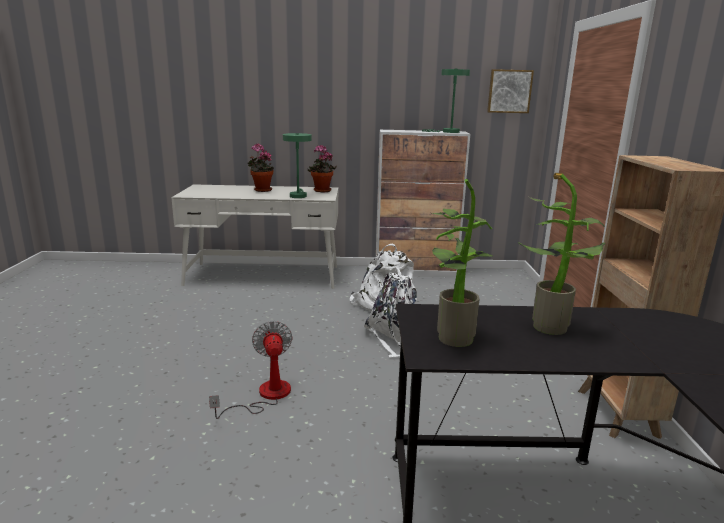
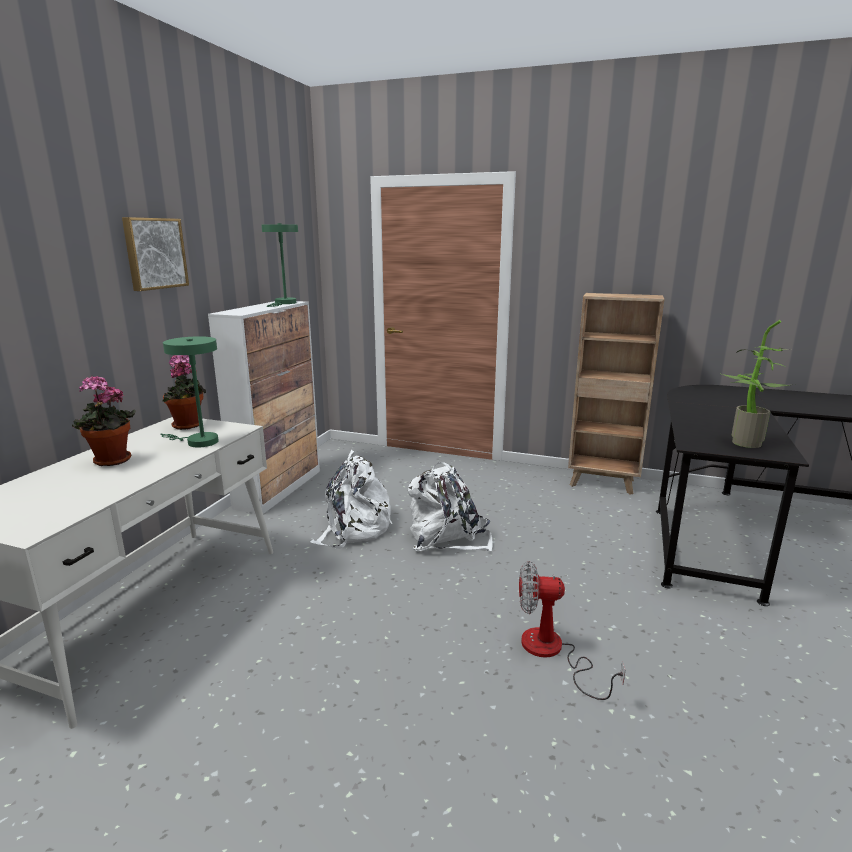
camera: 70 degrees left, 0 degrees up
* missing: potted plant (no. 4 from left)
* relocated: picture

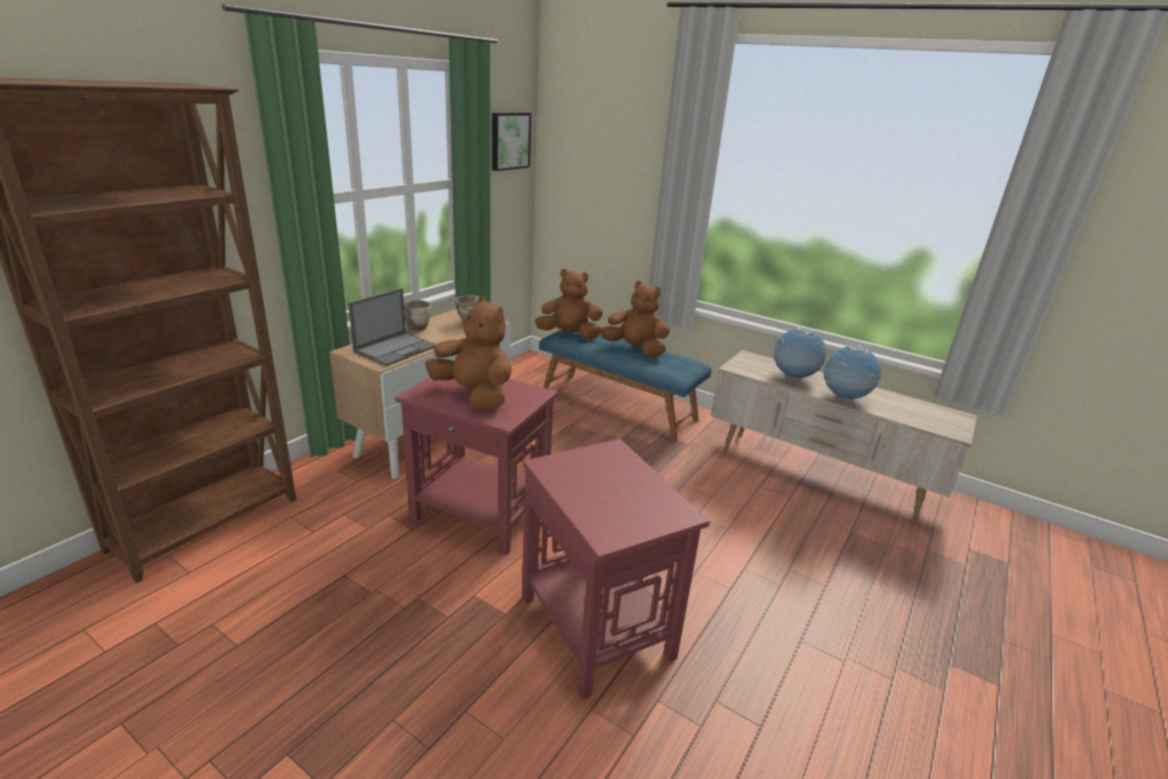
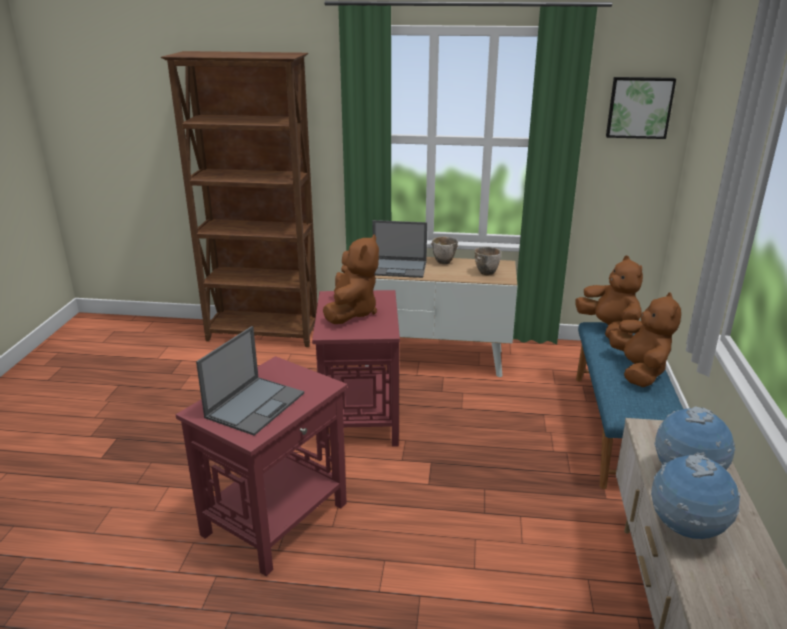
camera: 65 degrees right, 0 degrees up
* appeared: laptop (no. 1 from left)

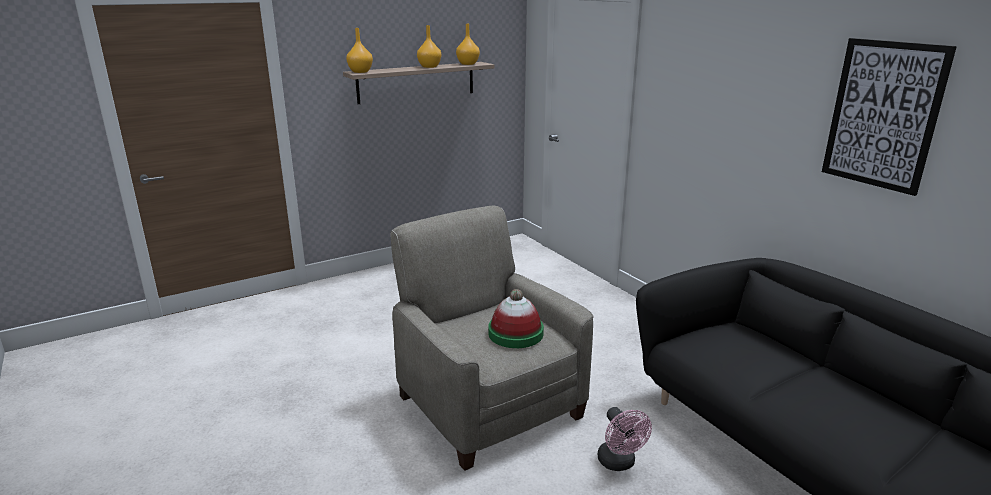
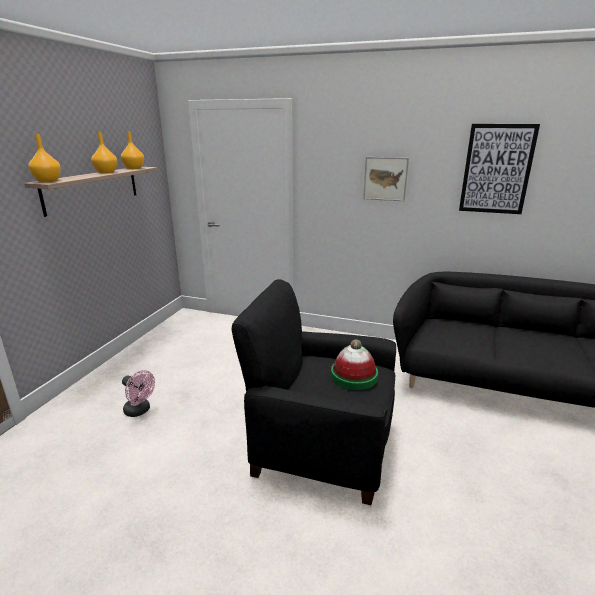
camera: 40 degrees left, 0 degrees up
* appeared: picture (no. 1 from left)
* relocated: pink fan
* colour: beige armchair to black armchair

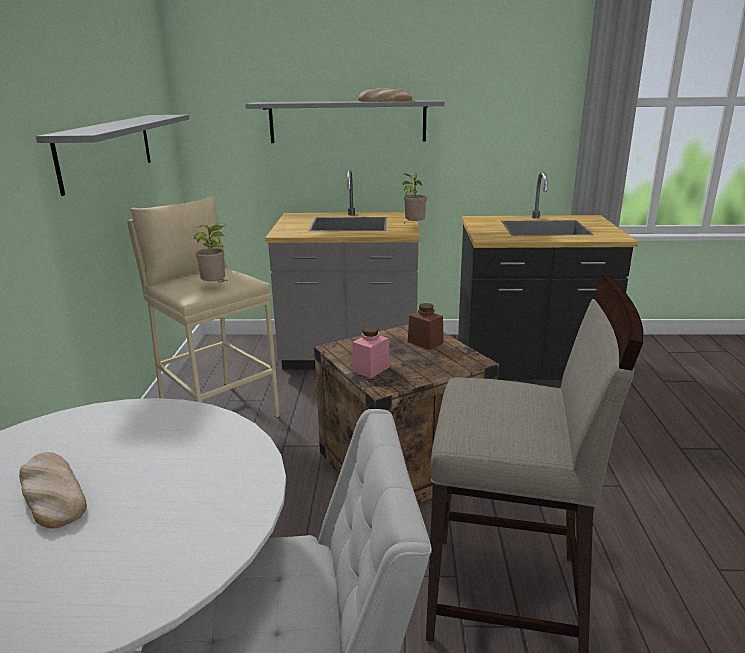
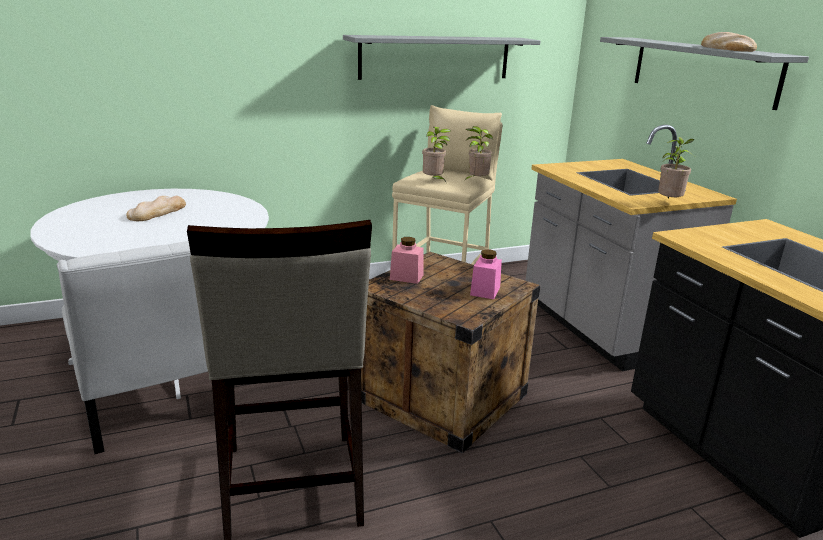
camera: 65 degrees right, 0 degrees up
* appeared: potted plant (no. 2 from left)
* colour: brown jar to pink jar (no. 2 from left)

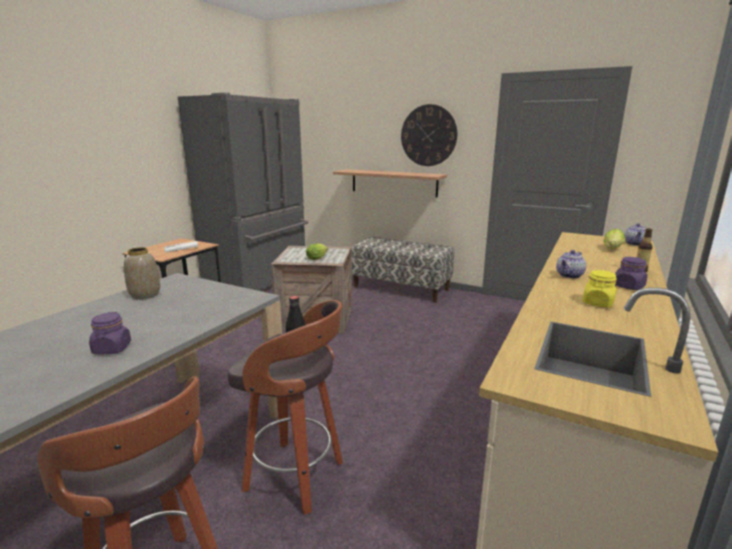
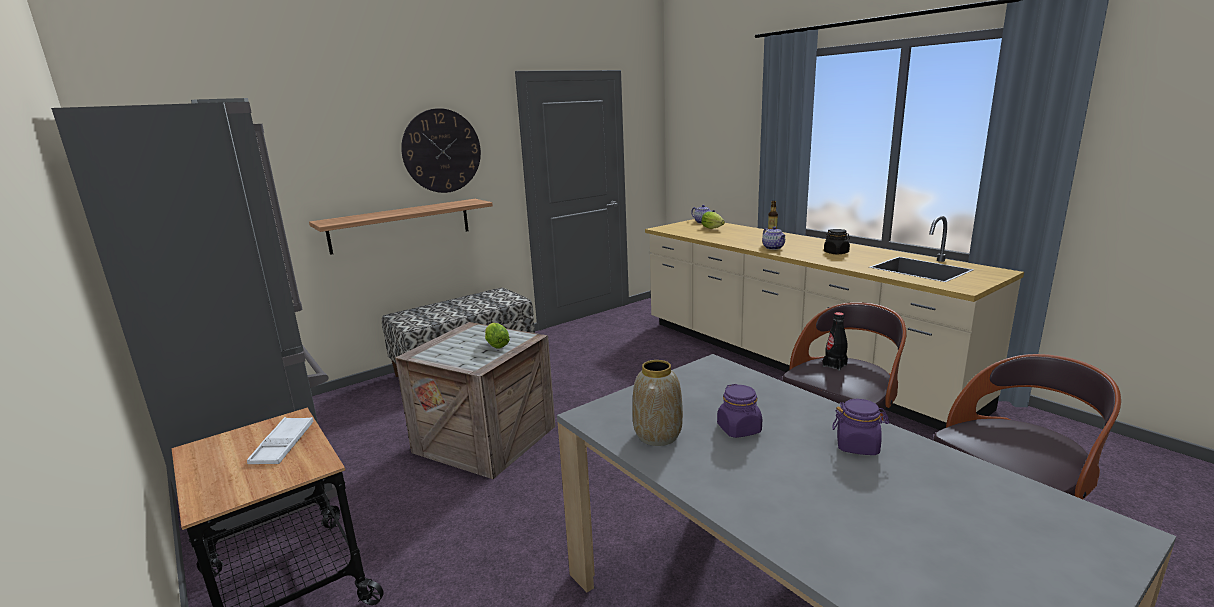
camera: 65 degrees left, 0 degrees up
* relocated: purple jar (no. 2 from left in the first image) to purple jar (no. 1 from left)
* colour: yellow jar to black jar

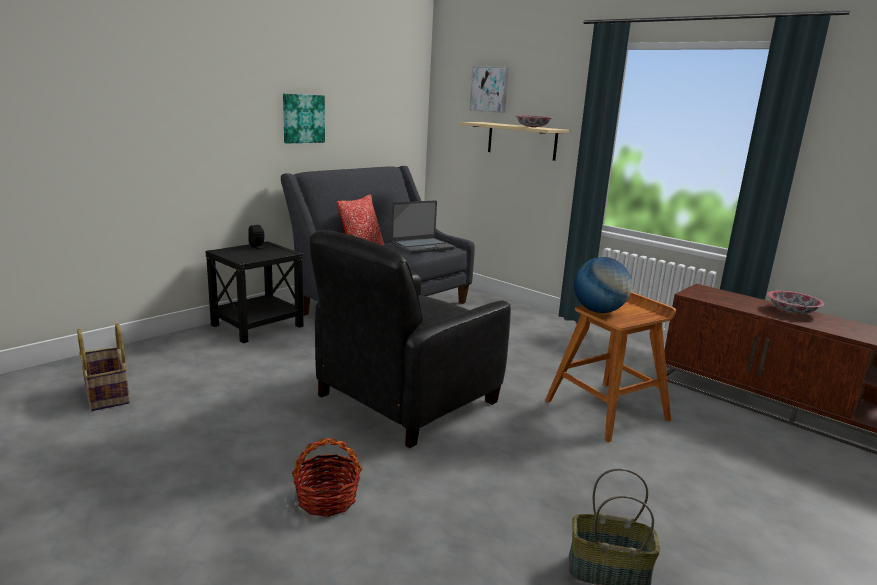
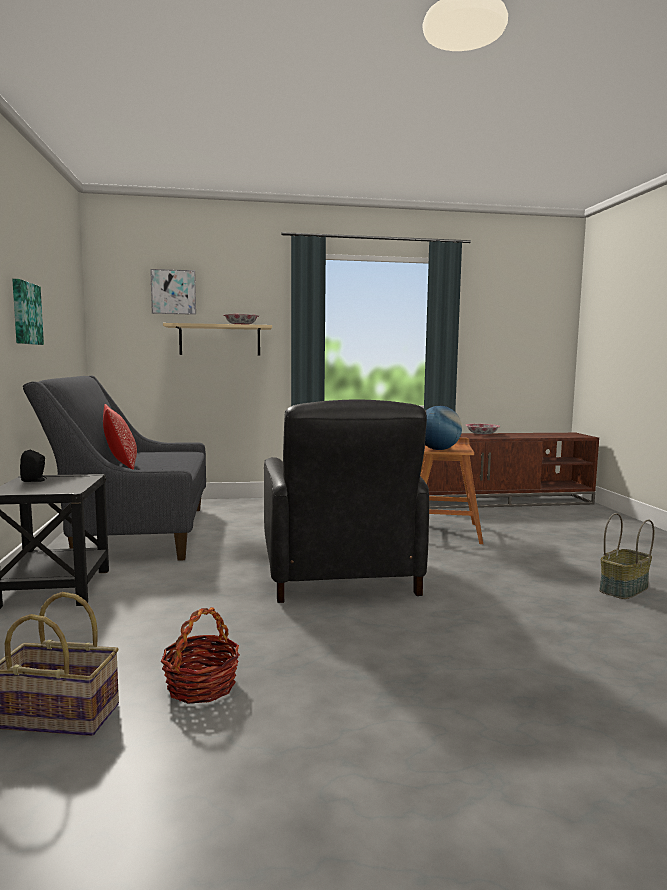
camera: 50 degrees left, 10 degrees down
* missing: laptop
* relocated: basket (no. 2 from left)

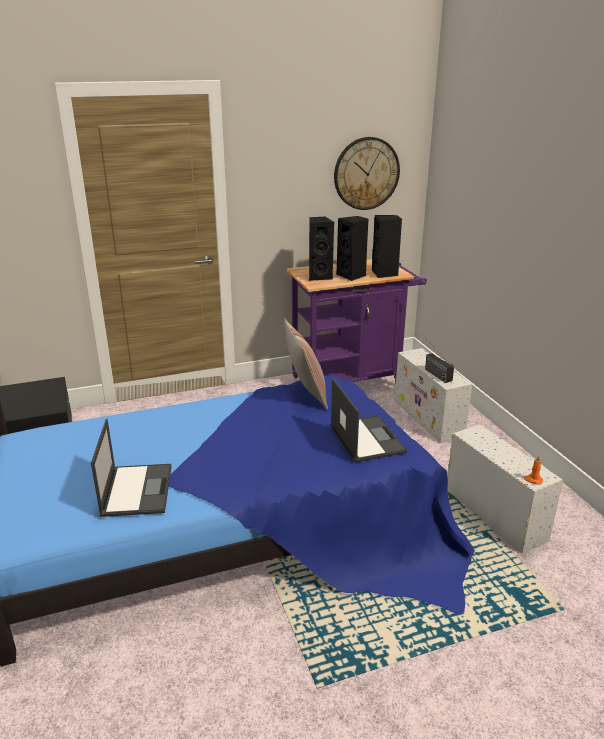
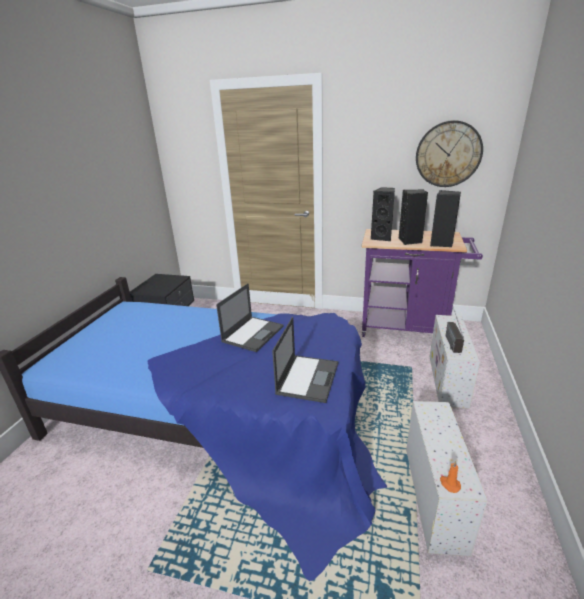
camera: 35 degrees right, 0 degrees up
* missing: pillow
* relocated: laptop (no. 1 from left)

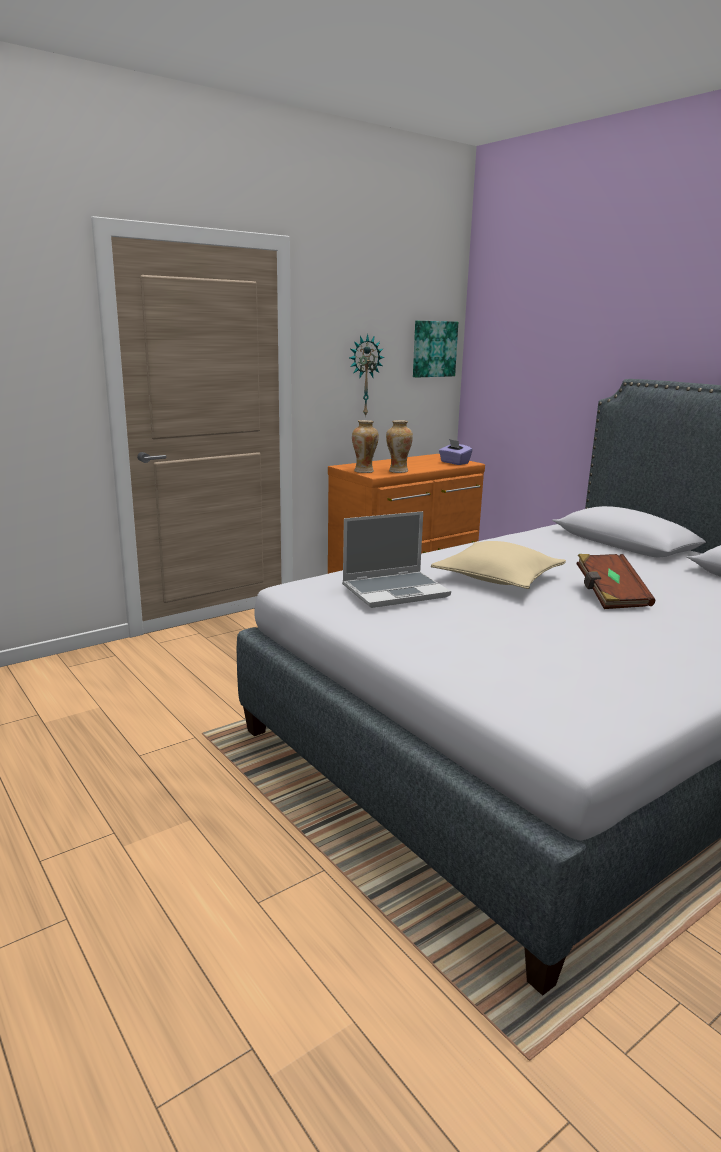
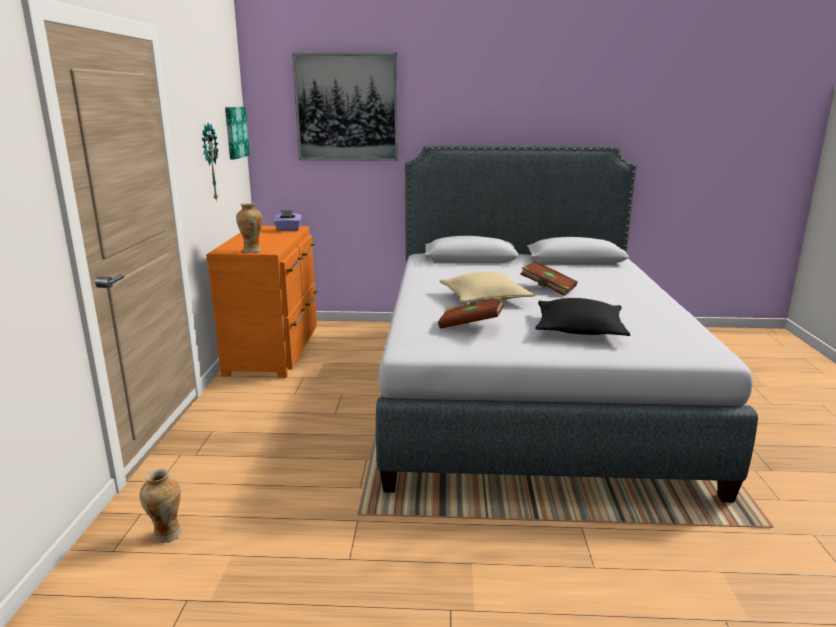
camera: 50 degrees left, 0 degrees up
* appeared: picture (no. 2 from left)
* appeared: black pillow
* relocated: vase (no. 2 from left in the first image) to vase (no. 1 from left)
* exchanged: laptop to brown book (no. 1 from left)

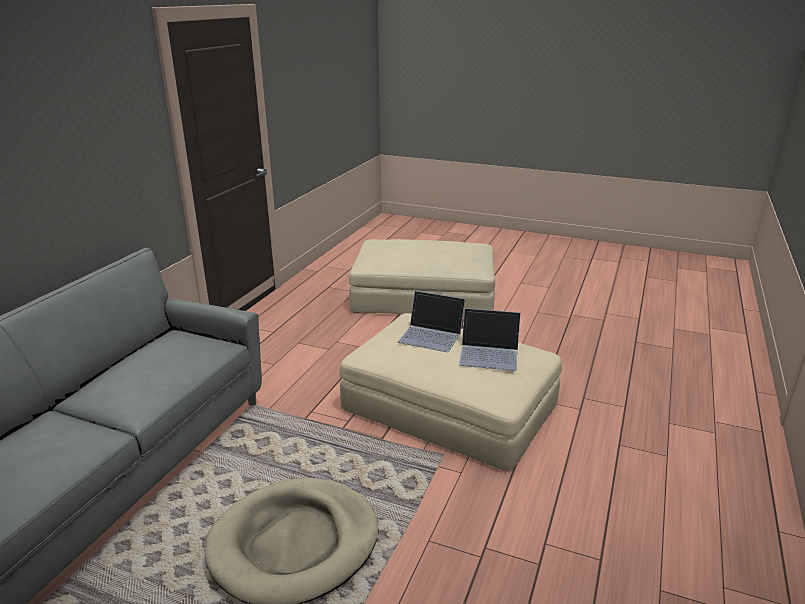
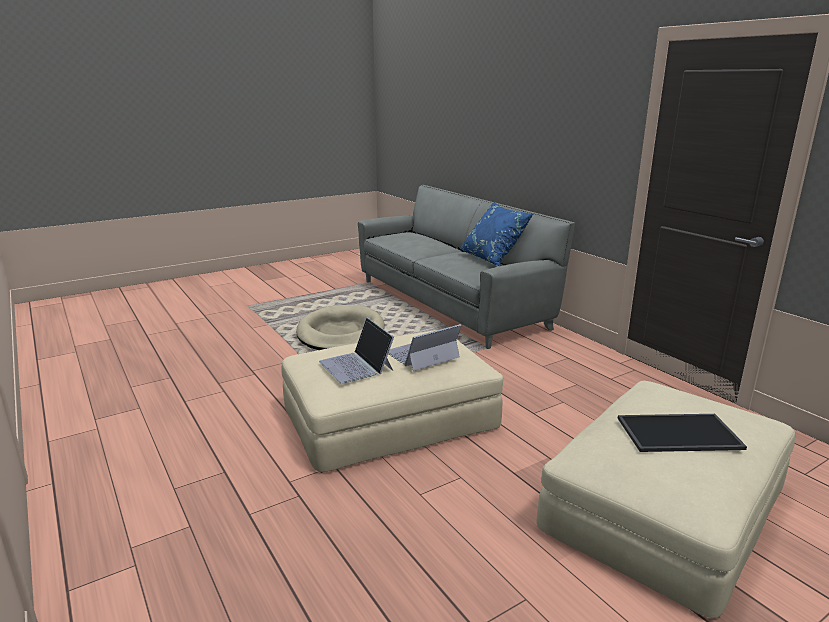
camera: 125 degrees right, 5 degrees down
* appeared: blue pillow
* appeared: tray
* spun: laptop (no. 2 from left in the first image) 75 degrees counterclockwise

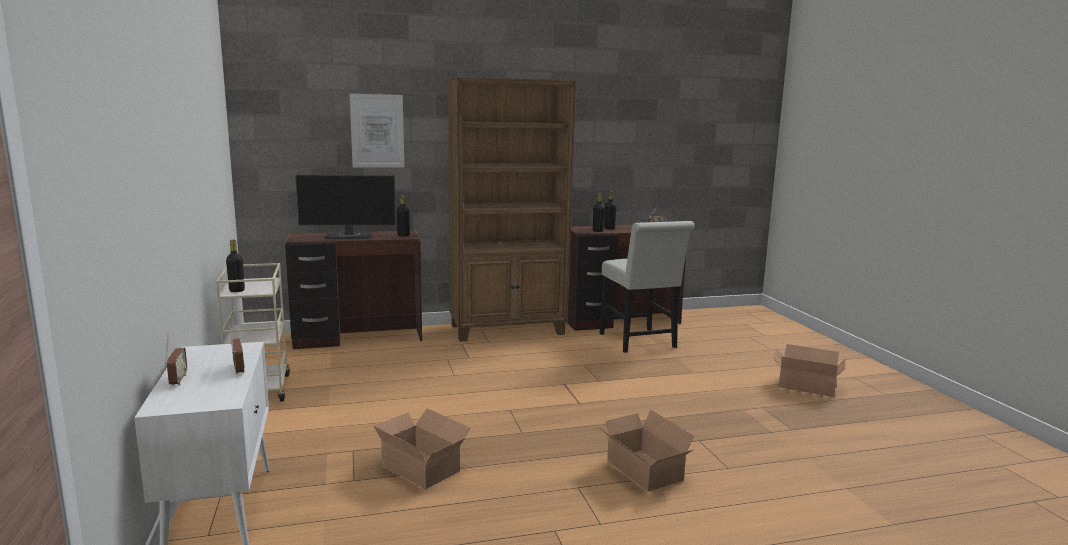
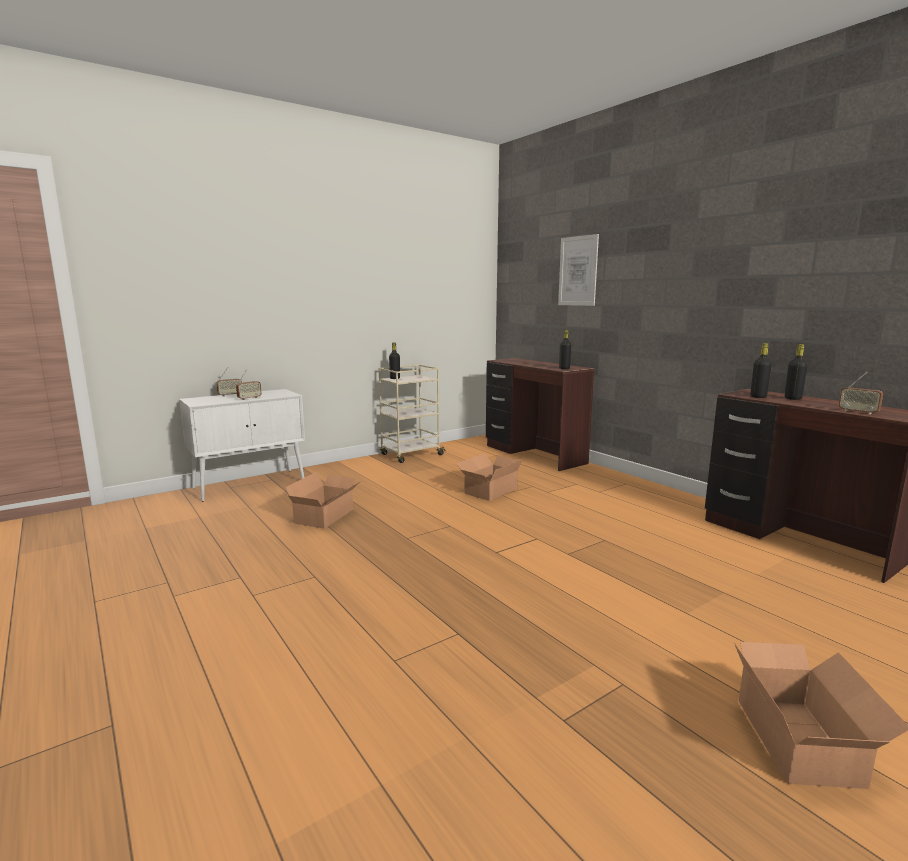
camera: 70 degrees right, 0 degrees up
* missing: monitor
* missing: brown bookcase
* missing: white chair
* relocated: cardboard box (no. 2 from left)

